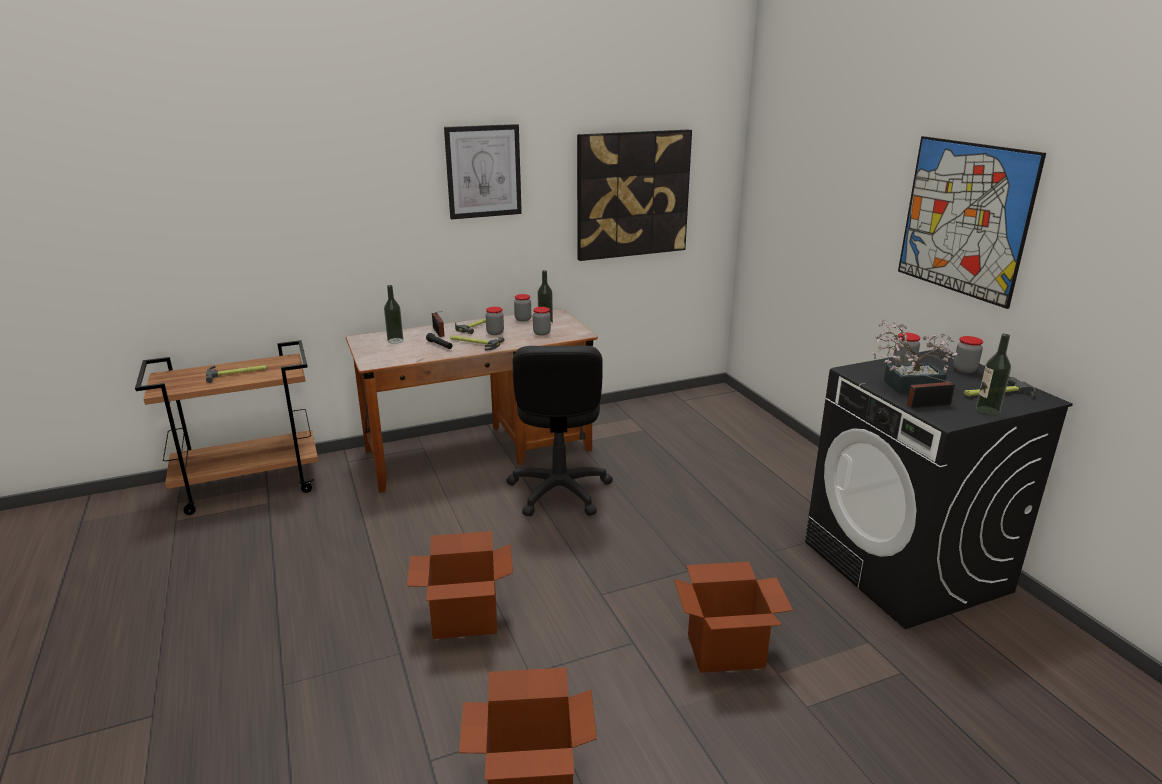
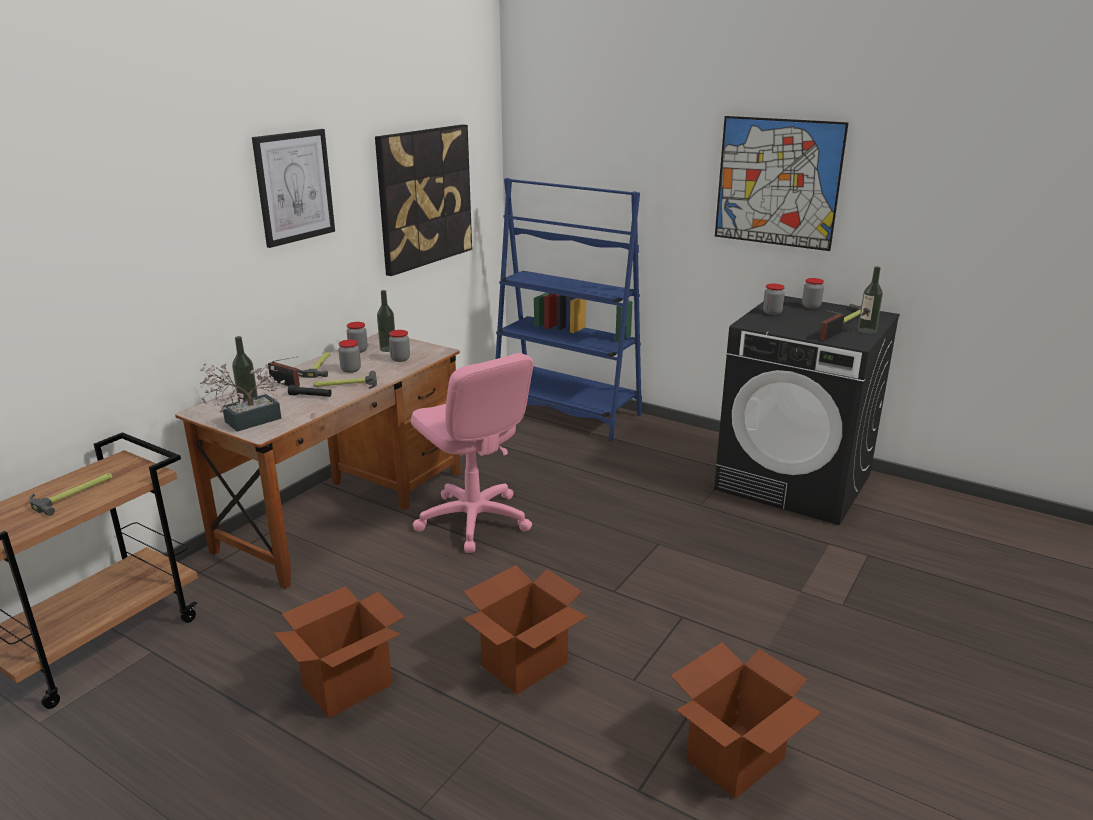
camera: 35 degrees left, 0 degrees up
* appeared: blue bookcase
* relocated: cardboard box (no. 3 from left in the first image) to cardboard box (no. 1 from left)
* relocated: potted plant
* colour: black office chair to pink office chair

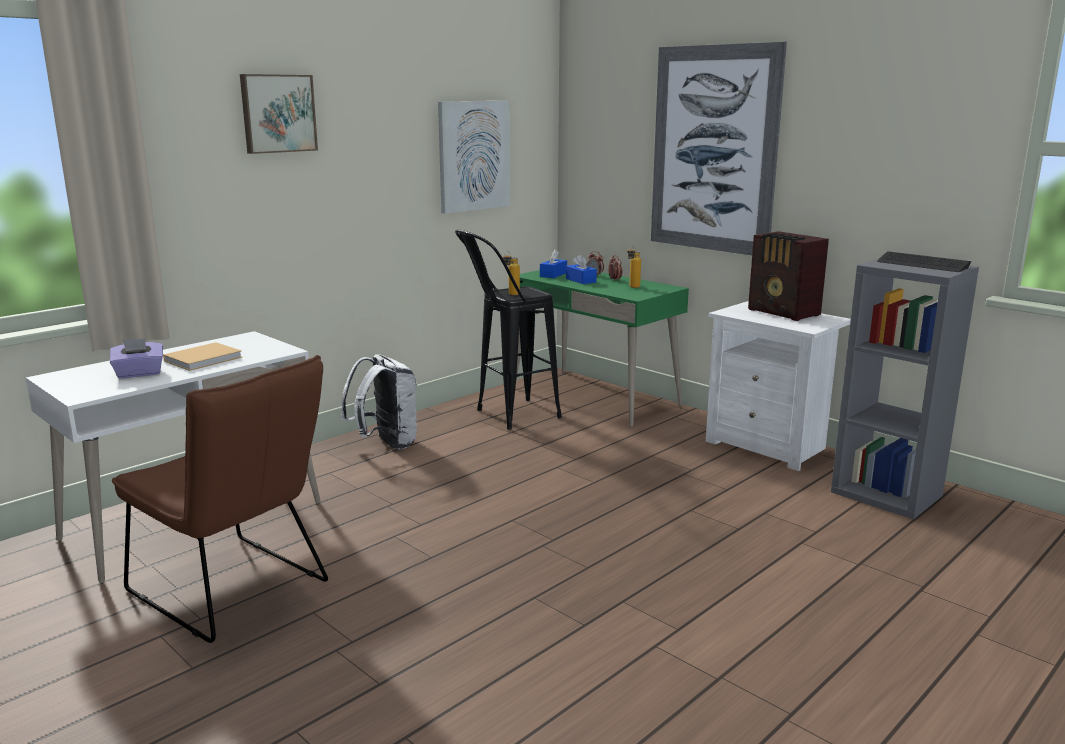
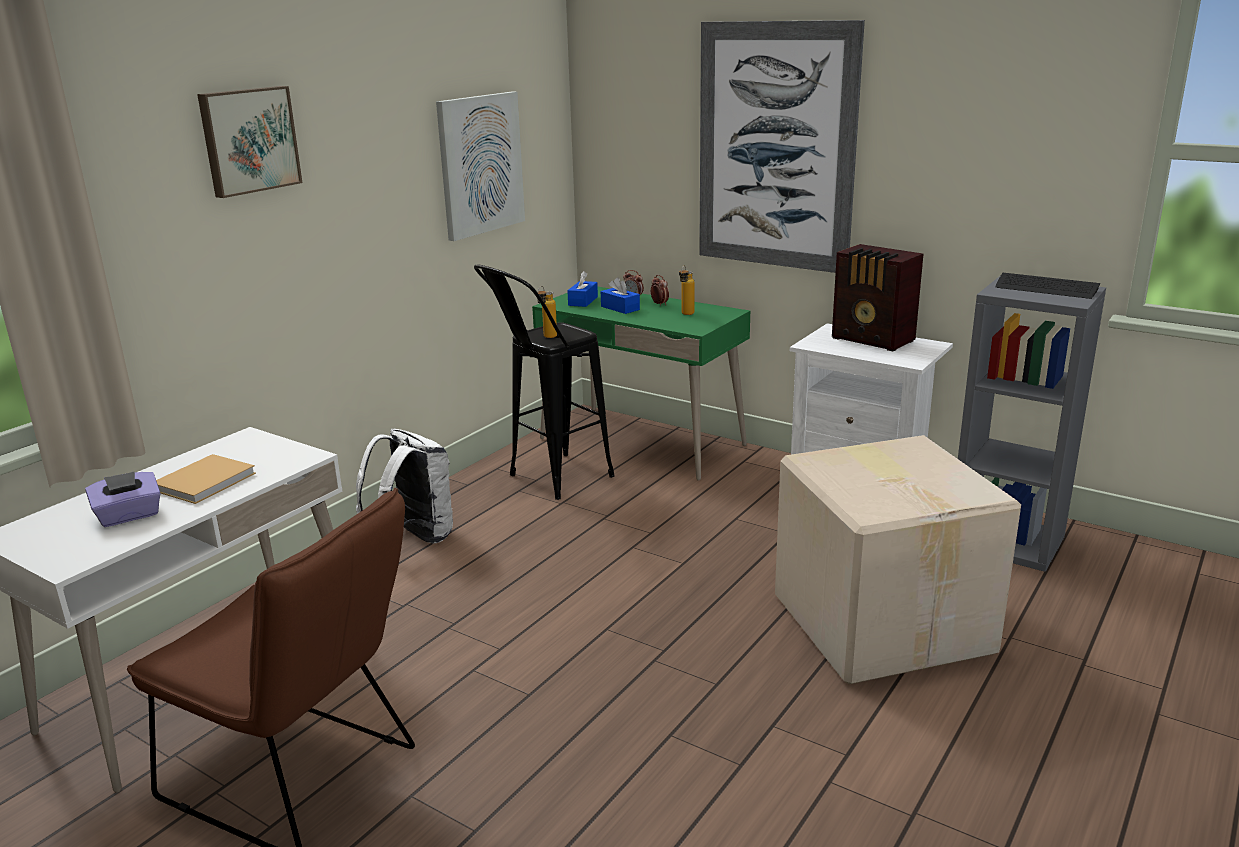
camera: 10 degrees left, 5 degrees up
* appeared: cardboard box

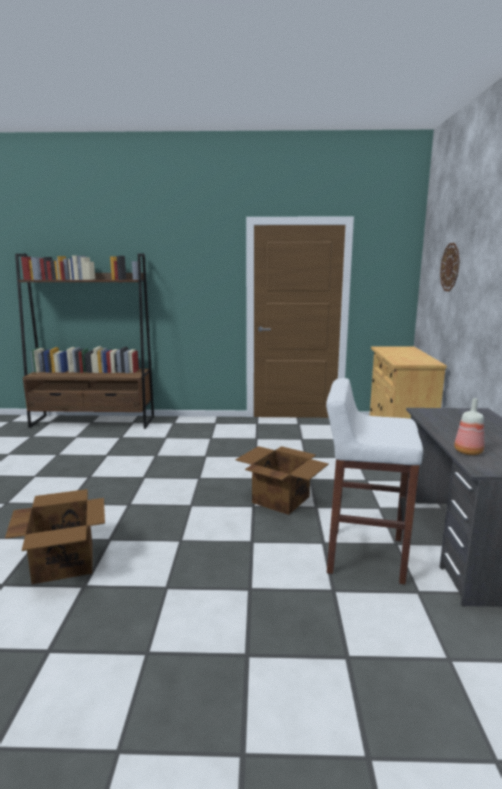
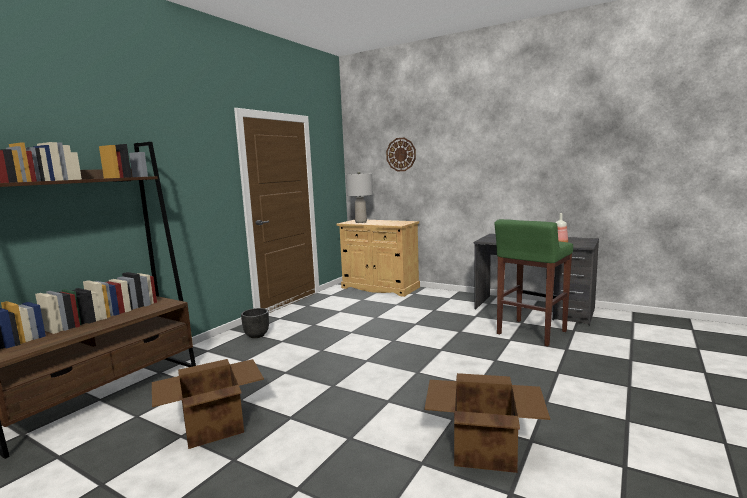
camera: 60 degrees left, 5 degrees down
* appeared: black planter
* appeared: grey table lamp
* relocated: cardboard box (no. 2 from left in the first image) to cardboard box (no. 1 from left)
* colour: white stool to green stool

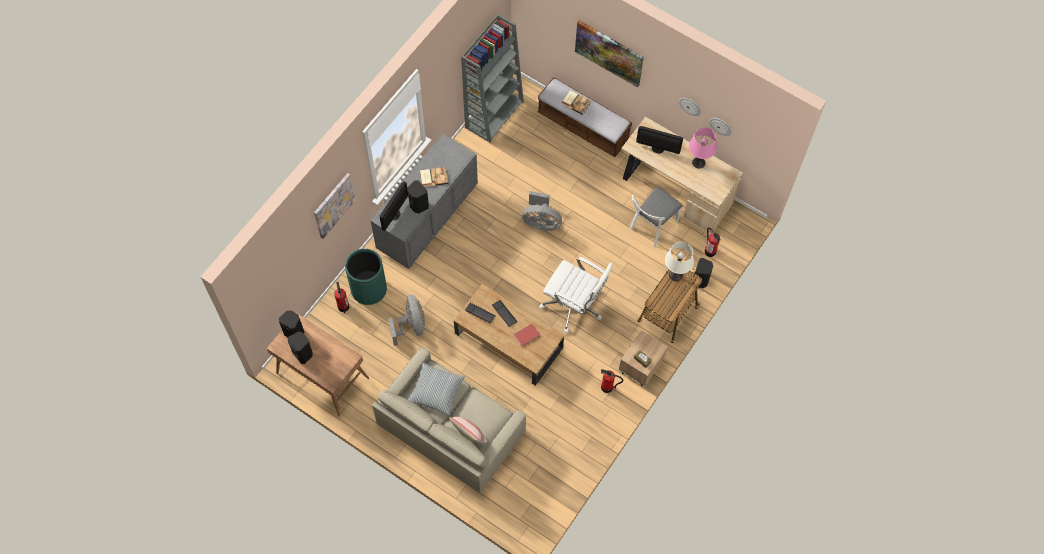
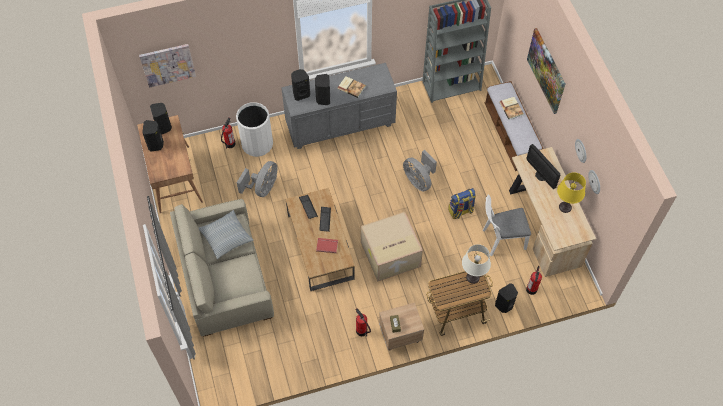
camera: 40 degrees right, 5 degrees down
* missing: pillow (no. 2 from left)
* appeared: backpack
* relocated: picture (no. 1 from left)
* exchanged: monitor (no. 1 from left) to black speaker (no. 3 from left)
* exchanged: white office chair to cardboard box
* colour: green trash can to white trash can
* colour: pink table lamp to yellow table lamp

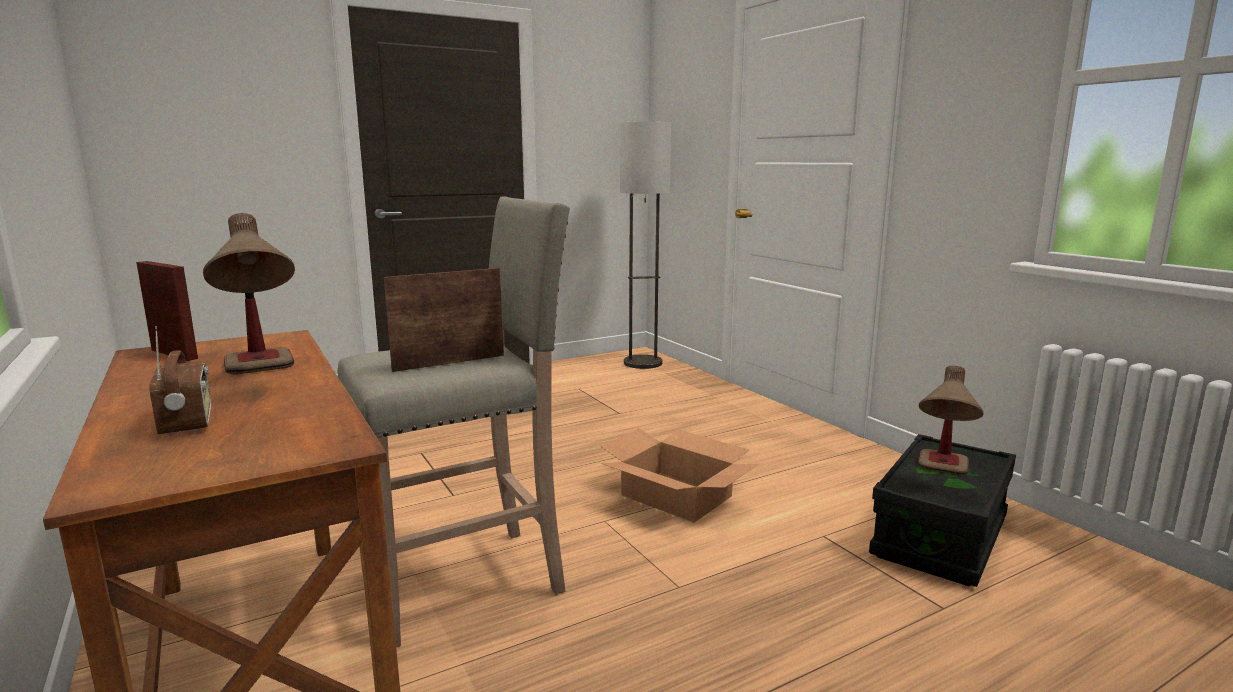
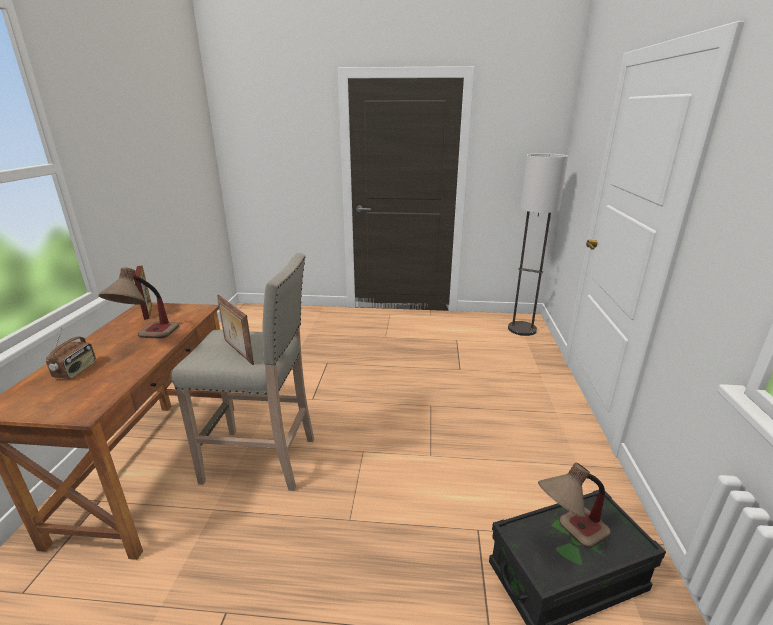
camera: 35 degrees right, 10 degrees up
* missing: cardboard box
* spun: picture frame (no. 2 from left) 135 degrees counterclockwise

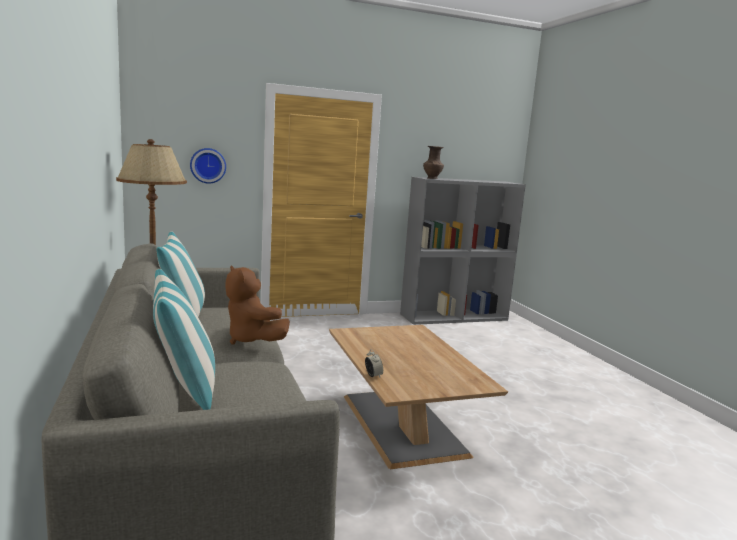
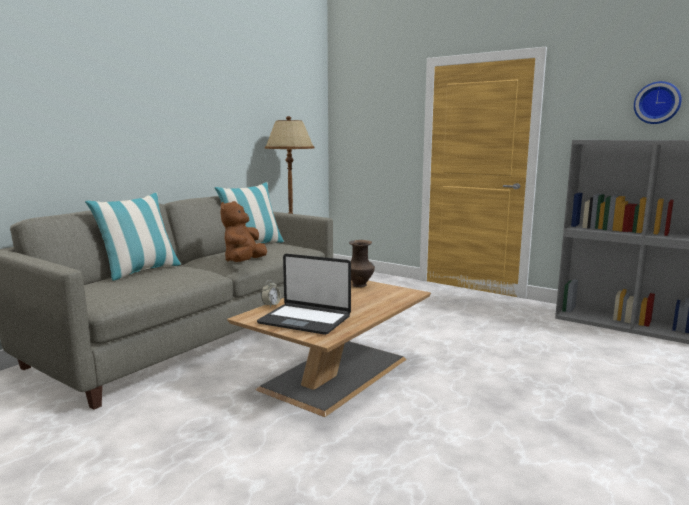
camera: 55 degrees right, 0 degrees up
* appeared: laptop
* relocated: wall clock
* relocated: brown vase

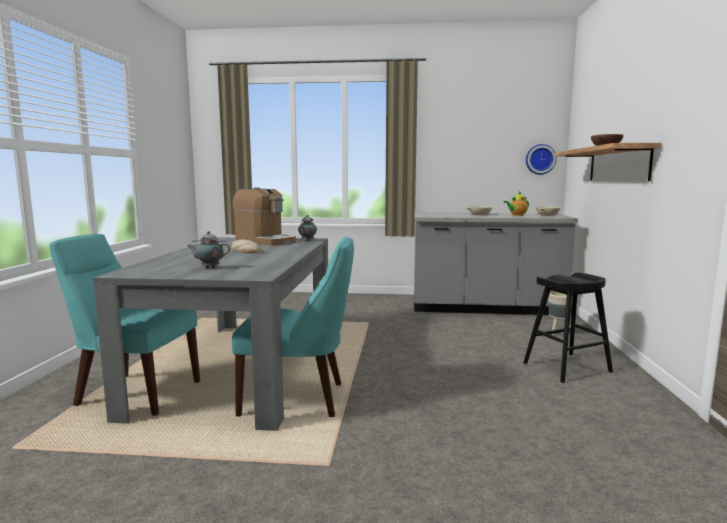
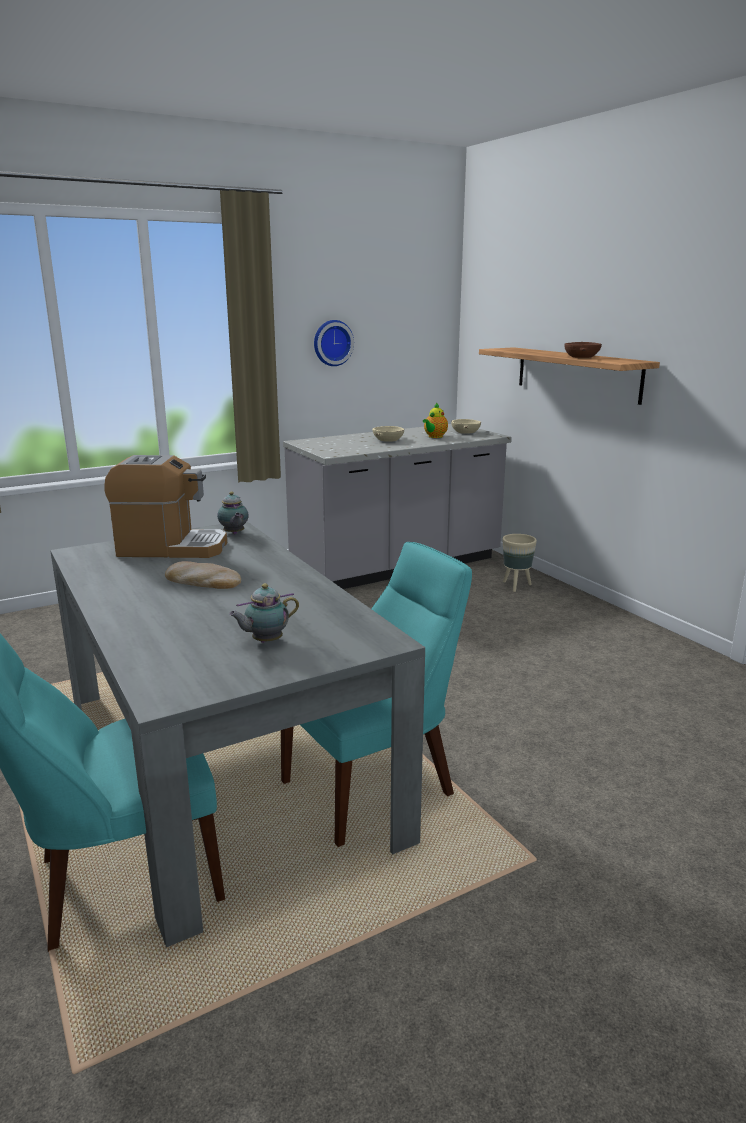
camera: 35 degrees left, 10 degrees up
* missing: black stool
* relocated: wall clock

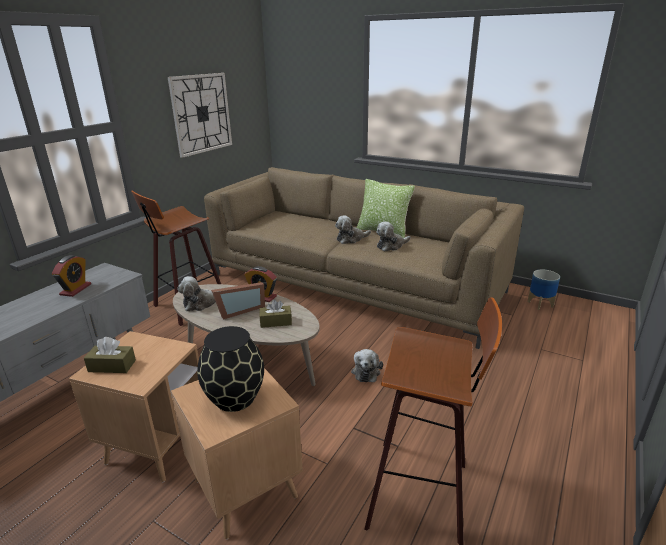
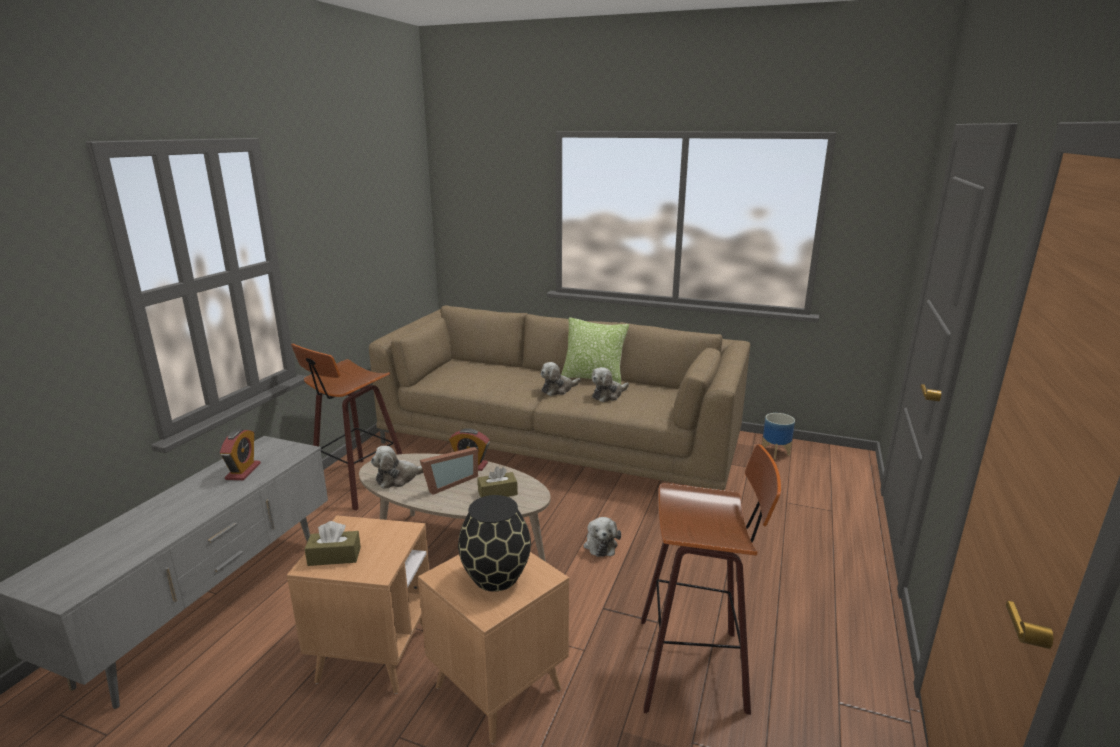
camera: 10 degrees left, 5 degrees down
* missing: wall clock

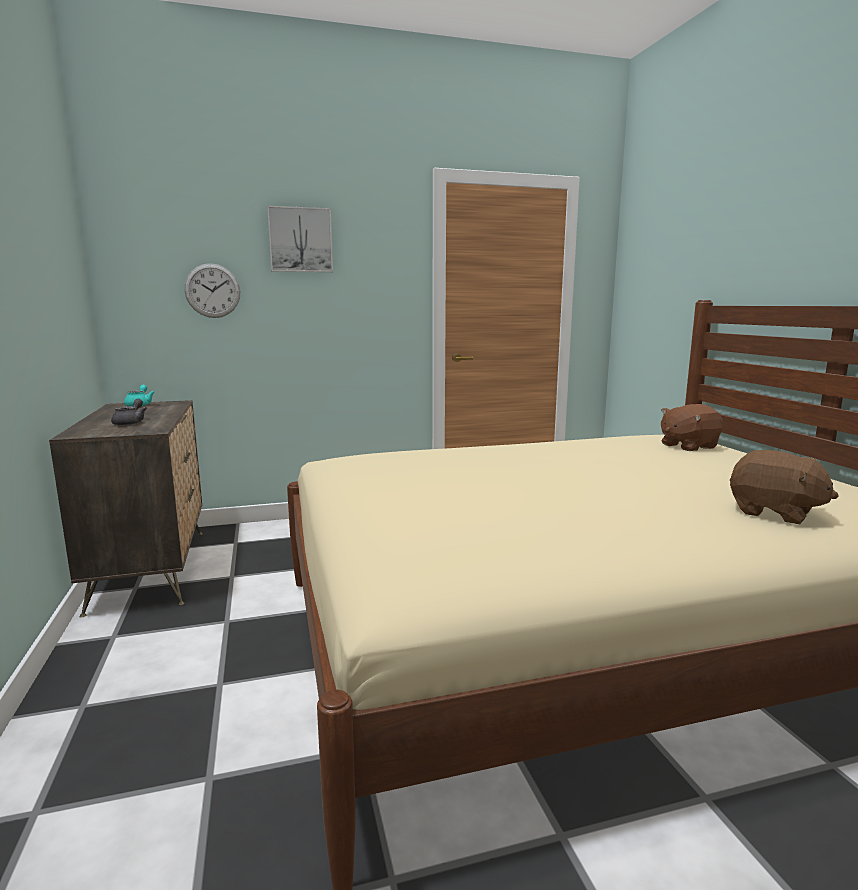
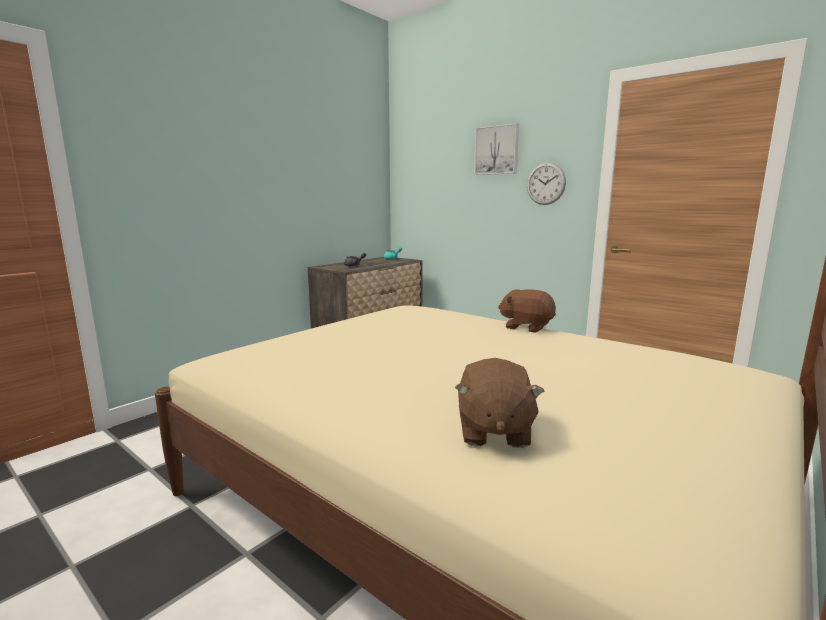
camera: 55 degrees right, 0 degrees up
* relocated: wall clock
* relocated: brown plush toy (no. 1 from left in the first image) to brown plush toy (no. 2 from left)

